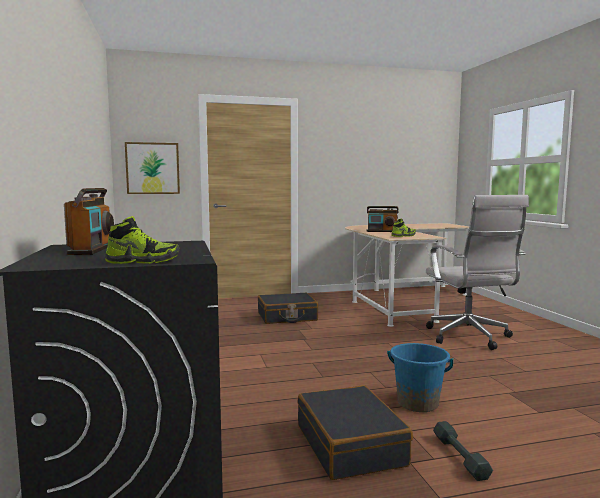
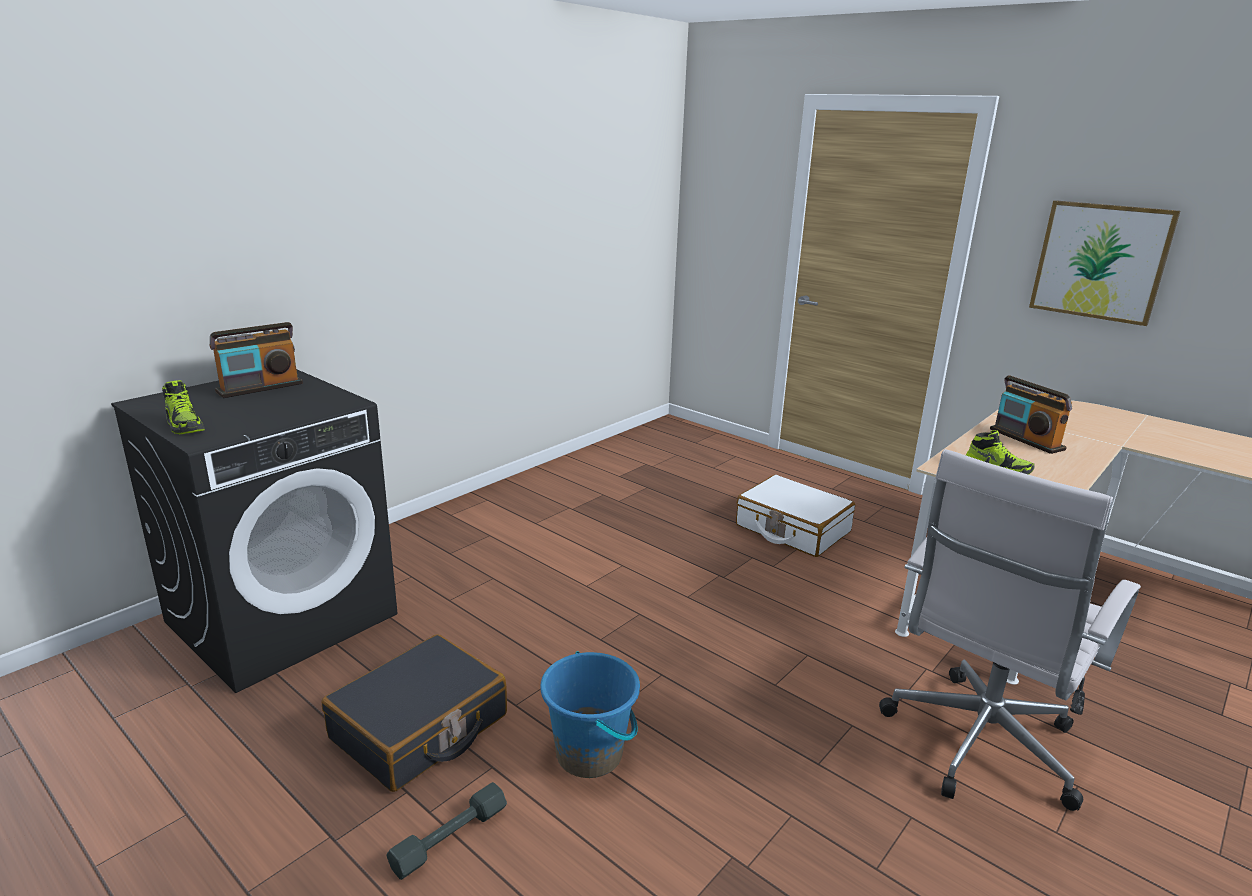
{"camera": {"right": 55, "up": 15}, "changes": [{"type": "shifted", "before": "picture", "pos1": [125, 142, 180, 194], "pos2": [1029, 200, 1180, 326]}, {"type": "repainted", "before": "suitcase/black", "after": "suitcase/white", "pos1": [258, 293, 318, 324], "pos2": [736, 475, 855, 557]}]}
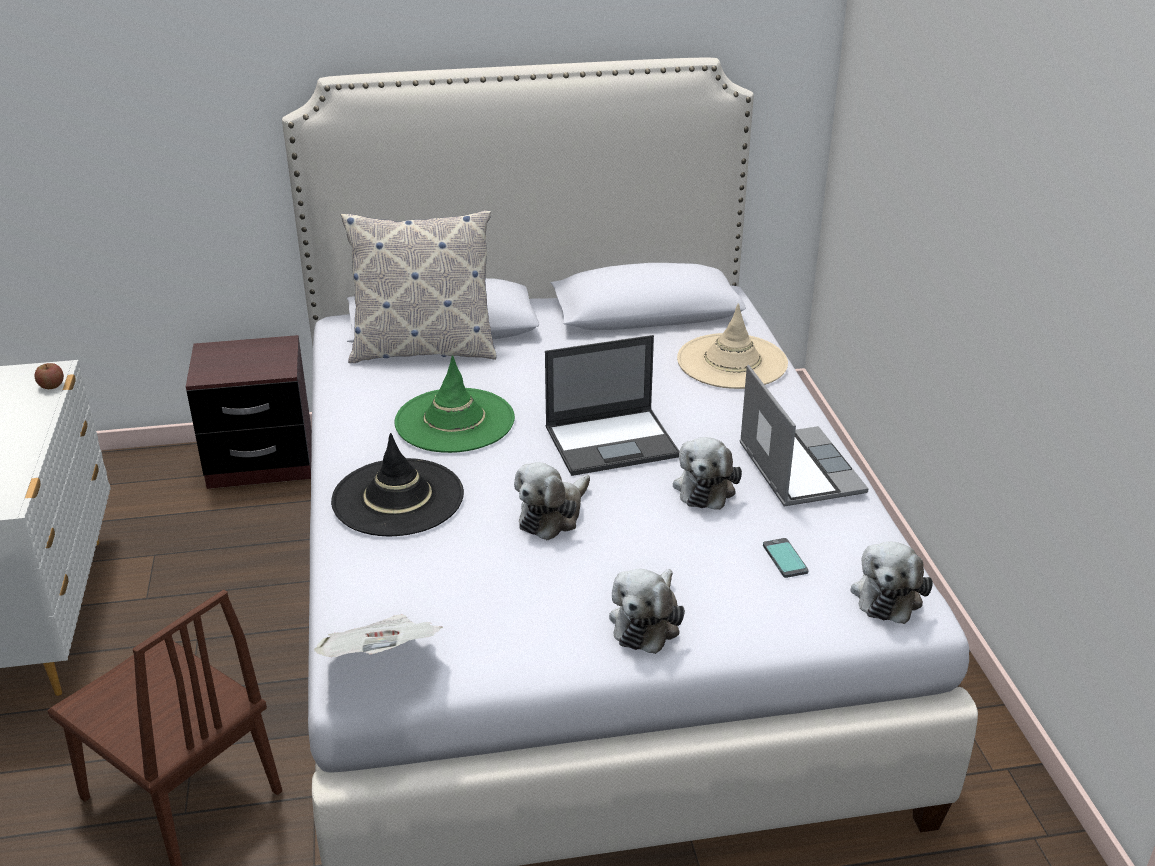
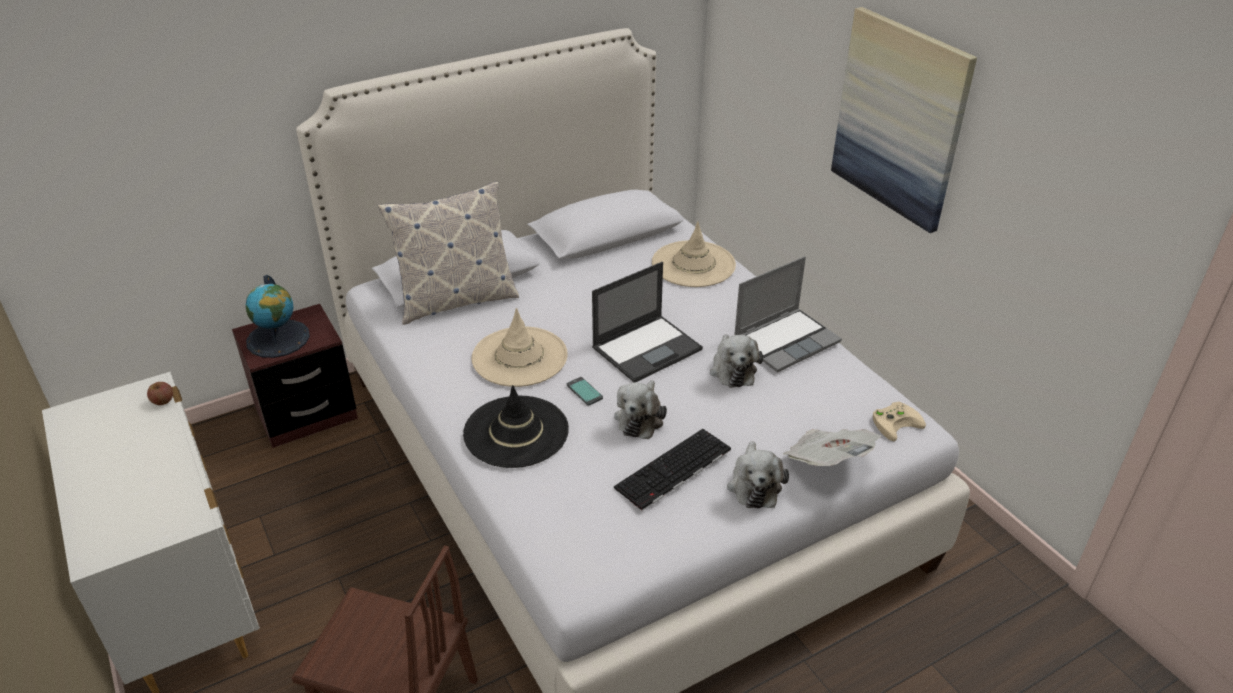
{"camera": {"right": -20, "up": 5}, "changes": [{"type": "shifted", "before": "newspaper", "pos1": [314, 614, 444, 657], "pos2": [783, 429, 881, 466]}, {"type": "repainted", "before": "hat/green", "after": "hat/beige", "pos1": [395, 355, 515, 453], "pos2": [472, 308, 568, 387]}, {"type": "rotated", "before": "laptop", "pos1": [740, 365, 869, 507], "pos2": [734, 256, 842, 373], "turn": 90}, {"type": "shifted", "before": "phone", "pos1": [763, 538, 809, 578], "pos2": [567, 377, 603, 406]}, {"type": "swapped", "before": "plush toy", "after": "game controller/beige", "pos1": [850, 541, 933, 624], "pos2": [872, 402, 926, 441]}, {"type": "new", "after": "globe", "pos2": [246, 275, 310, 358]}, {"type": "new", "after": "keyboard", "pos2": [614, 429, 731, 511]}, {"type": "new", "after": "picture", "pos2": [831, 7, 977, 233]}]}
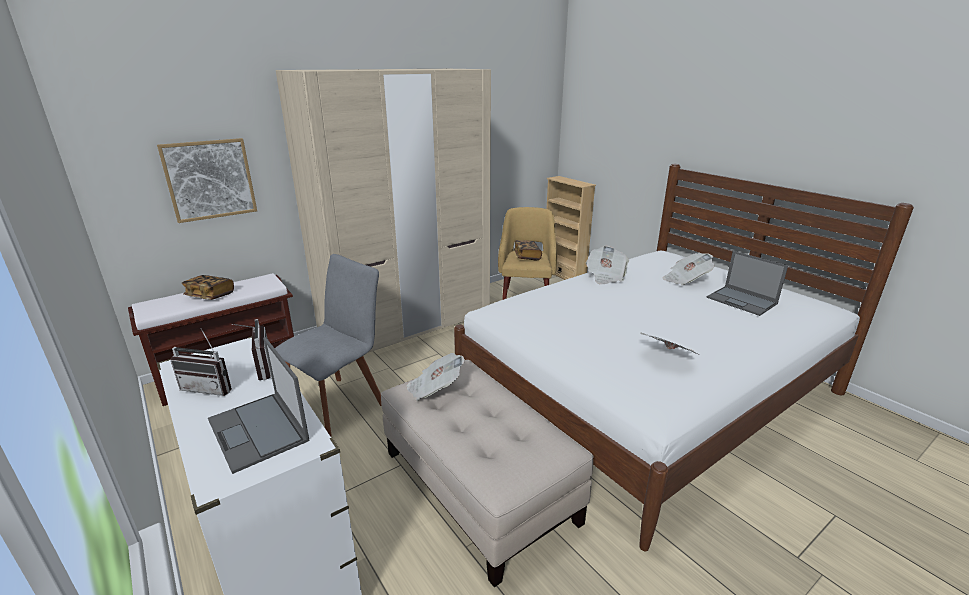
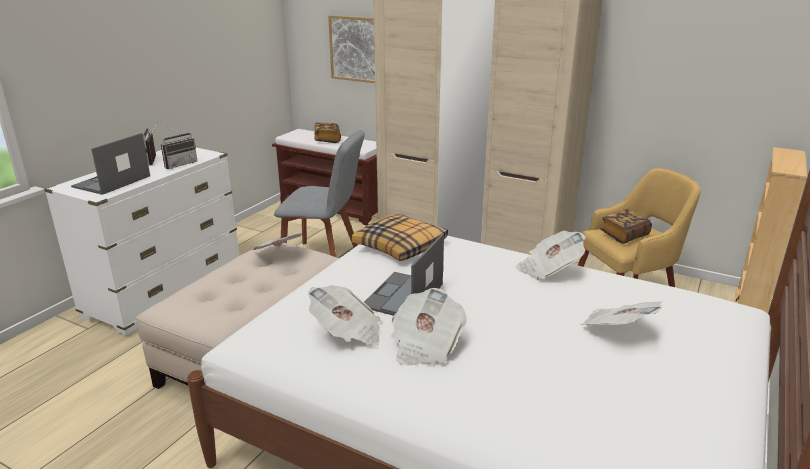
{"camera": {"right": 65, "up": 0}, "changes": [{"type": "shifted", "before": "laptop", "pos1": [707, 251, 788, 316], "pos2": [364, 233, 444, 316]}, {"type": "new", "after": "pillow", "pos2": [352, 213, 448, 261]}, {"type": "new", "after": "newspaper", "pos2": [391, 288, 467, 366]}]}
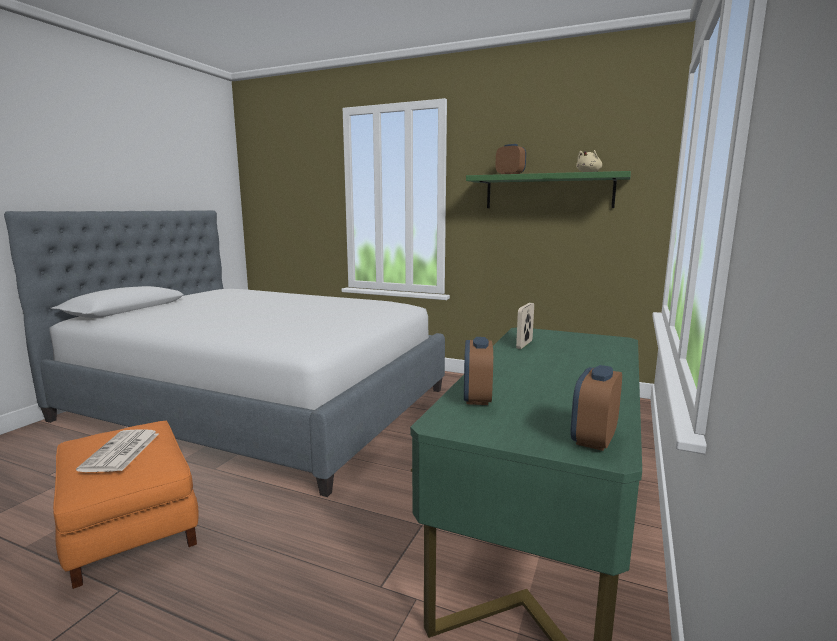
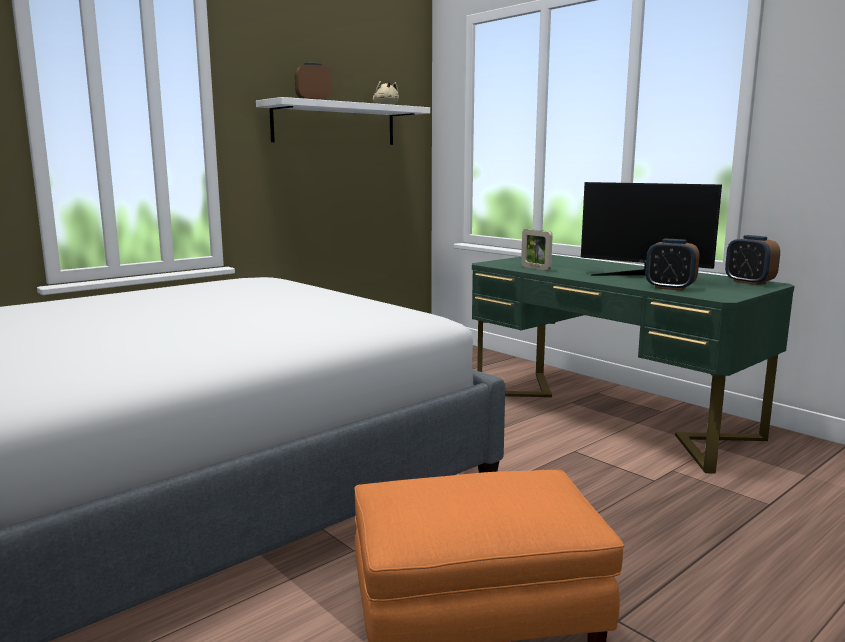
{"camera": {"right": -65, "up": 0}, "changes": [{"type": "gone", "before": "newspaper", "pos1": [76, 429, 159, 472]}, {"type": "repainted", "before": "shelf/green", "after": "shelf/white", "pos1": [466, 171, 631, 208], "pos2": [256, 97, 430, 145]}, {"type": "new", "after": "monitor", "pos2": [581, 182, 722, 276]}]}
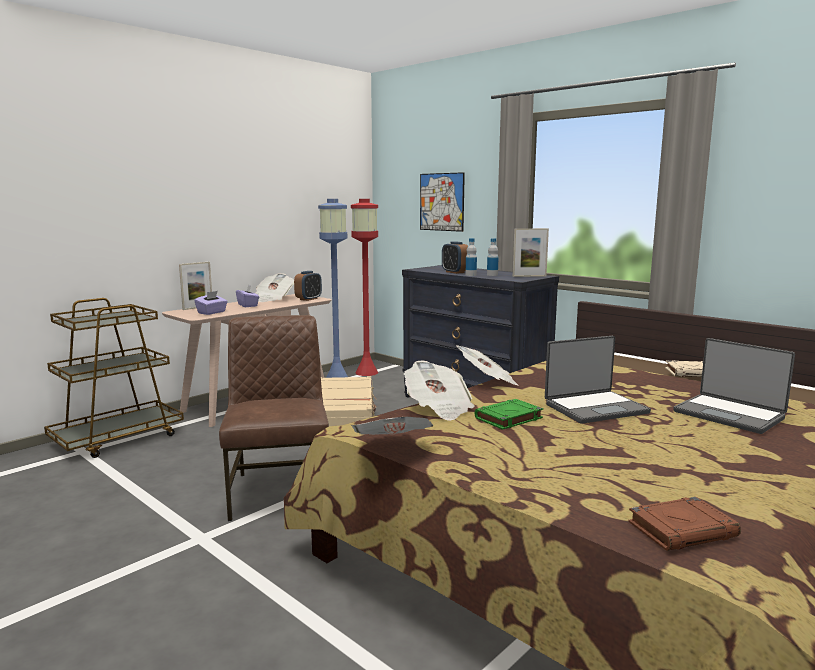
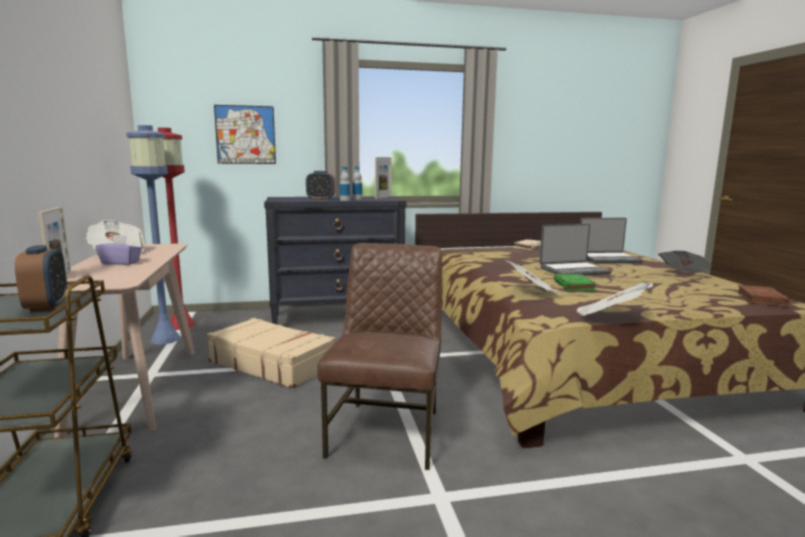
{"camera": {"right": -55, "up": 0}, "changes": [{"type": "gone", "before": "tissue box/purple", "pos1": [194, 291, 228, 315]}, {"type": "rotated", "before": "chair/brown", "pos1": [219, 315, 329, 521], "pos2": [317, 243, 442, 470], "turn": 75}, {"type": "shifted", "before": "alarm clock", "pos1": [294, 271, 322, 301], "pos2": [15, 245, 67, 312]}, {"type": "shifted", "before": "newspaper", "pos1": [456, 345, 518, 385], "pos2": [658, 251, 712, 272]}, {"type": "rotated", "before": "laptop", "pos1": [545, 336, 651, 424], "pos2": [540, 224, 611, 276], "turn": 60}]}
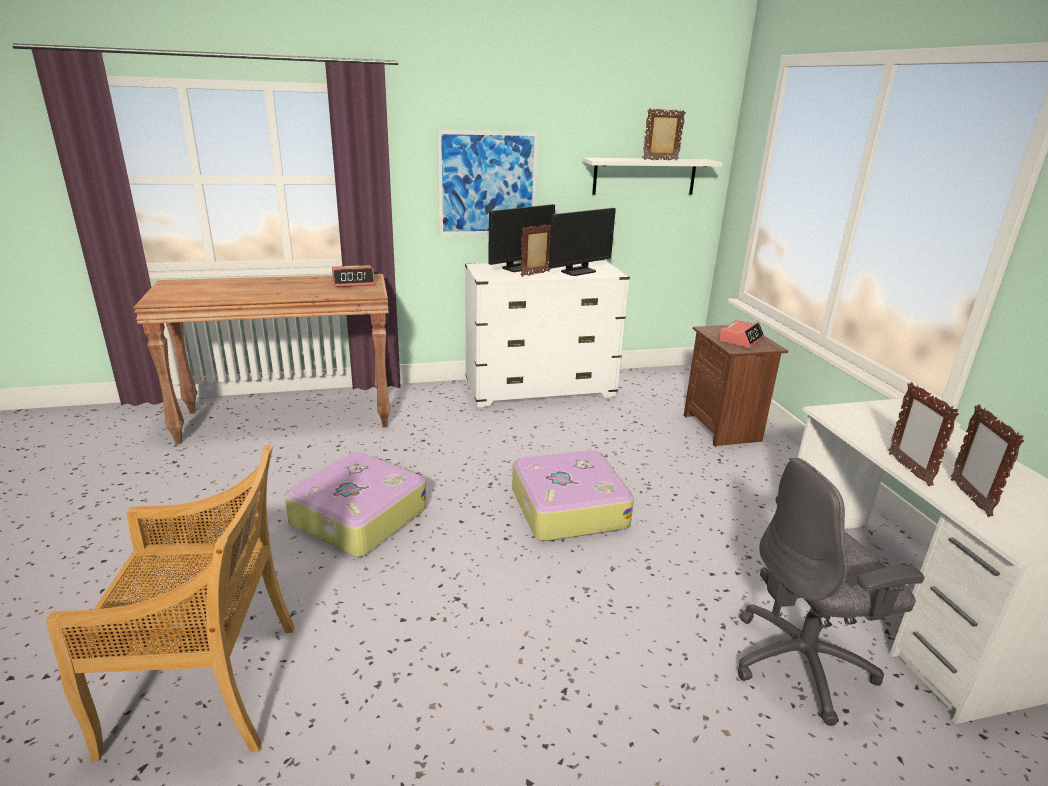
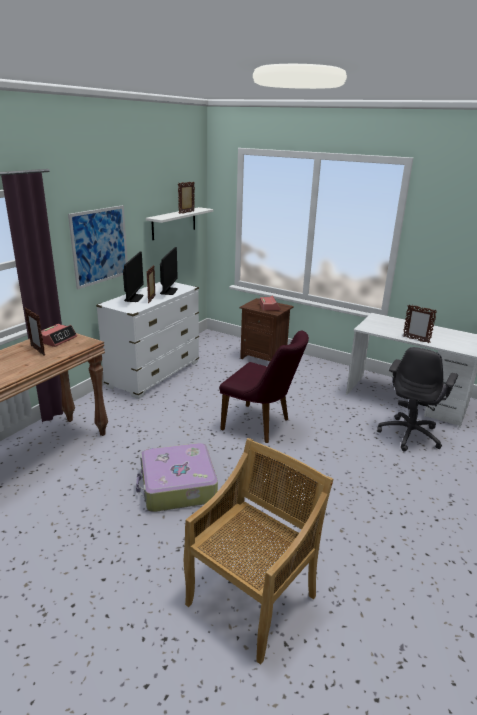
{"camera": {"right": -45, "up": 0}, "changes": [{"type": "swapped", "before": "suitcase", "after": "chair/purple", "pos1": [512, 450, 634, 541], "pos2": [219, 331, 309, 443]}, {"type": "shifted", "before": "picture frame", "pos1": [951, 404, 1024, 517], "pos2": [24, 307, 45, 356]}]}
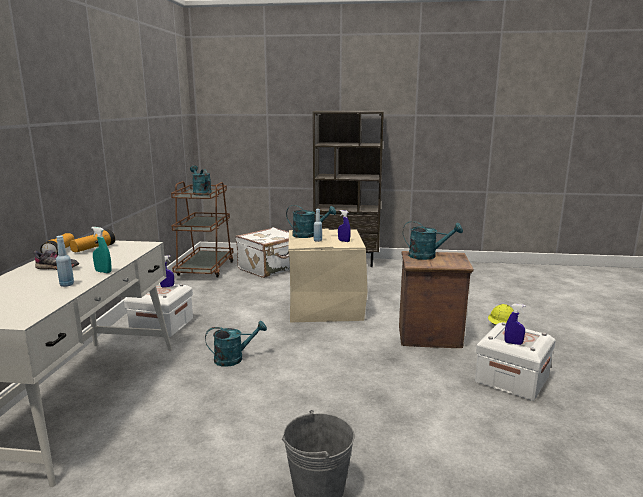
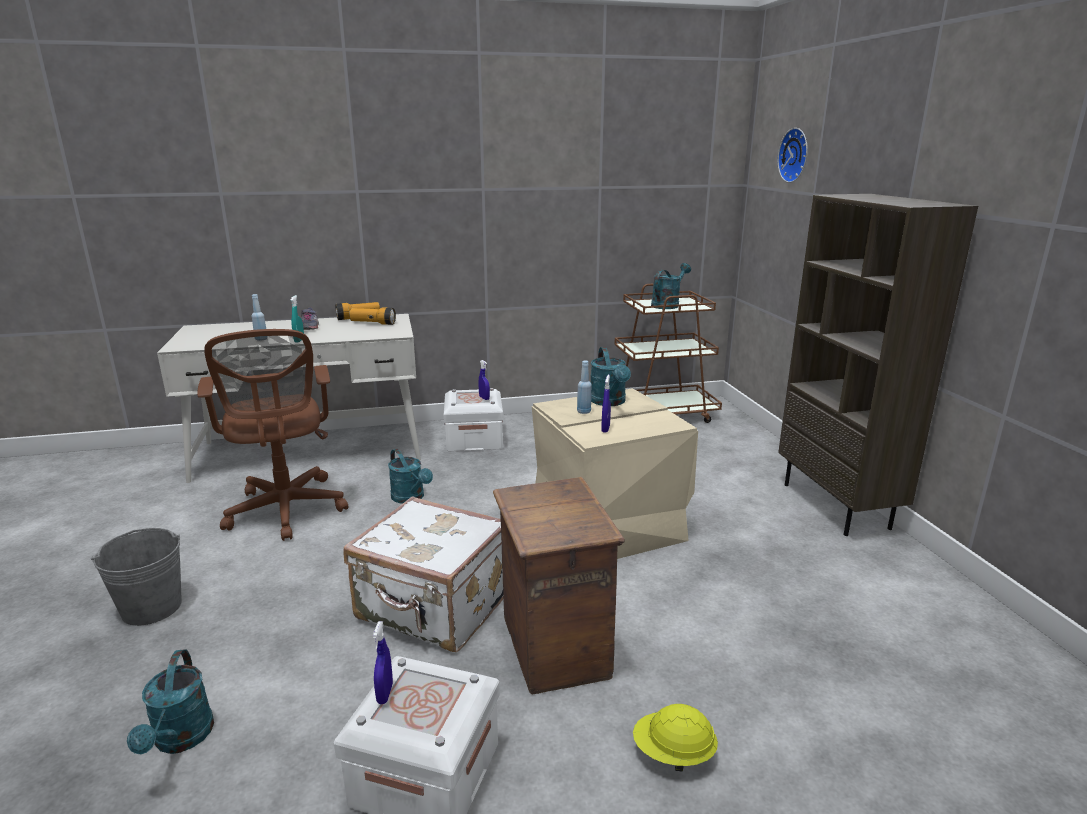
{"camera": {"right": 70, "up": 5}, "changes": [{"type": "shifted", "before": "suitcase/white", "pos1": [236, 227, 290, 278], "pos2": [343, 496, 503, 652]}, {"type": "shifted", "before": "watering can/turquoise", "pos1": [403, 221, 463, 260], "pos2": [127, 649, 214, 754]}, {"type": "new", "after": "office chair/brown", "pos2": [197, 329, 348, 541]}, {"type": "new", "after": "wall clock", "pos2": [778, 128, 808, 183]}]}
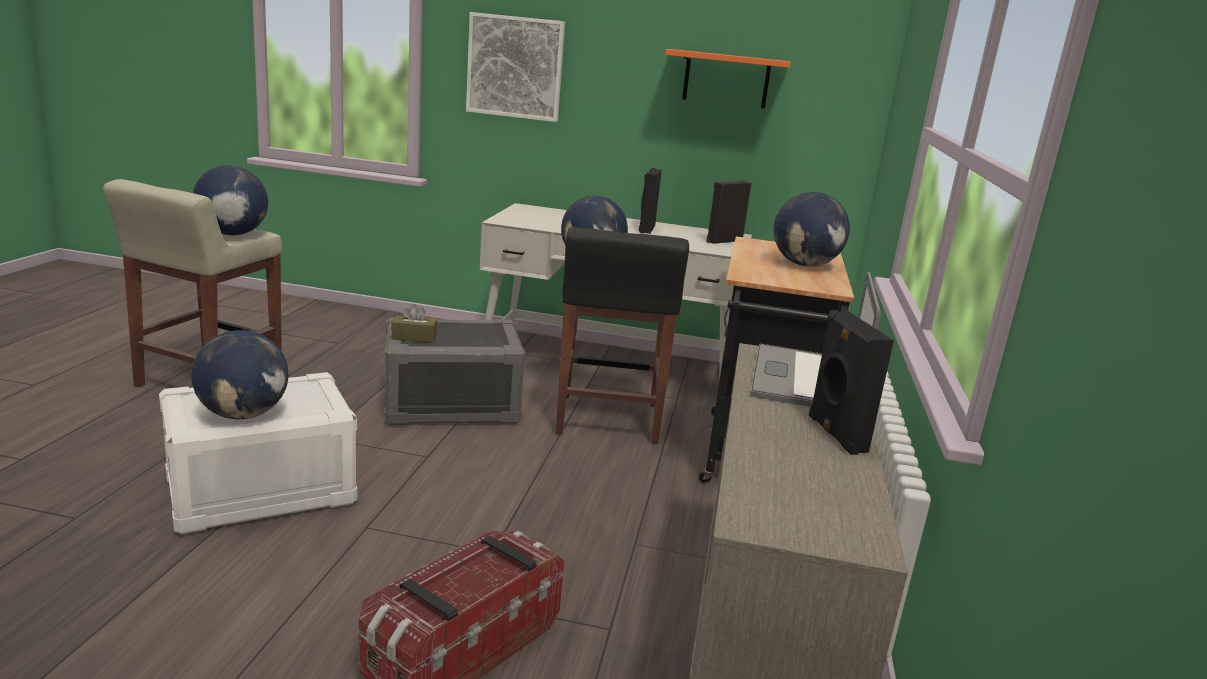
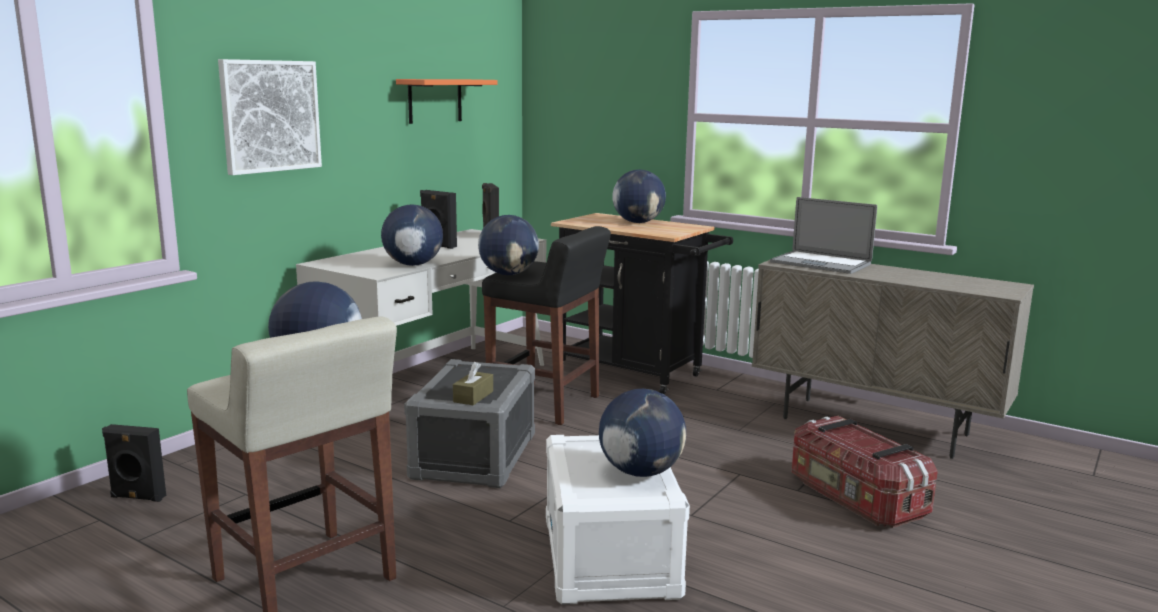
{"camera": {"right": -65, "up": -5}, "changes": [{"type": "shifted", "before": "speaker/black", "pos1": [809, 310, 894, 455], "pos2": [102, 424, 166, 502]}, {"type": "new", "after": "globe", "pos2": [381, 204, 443, 266]}]}
